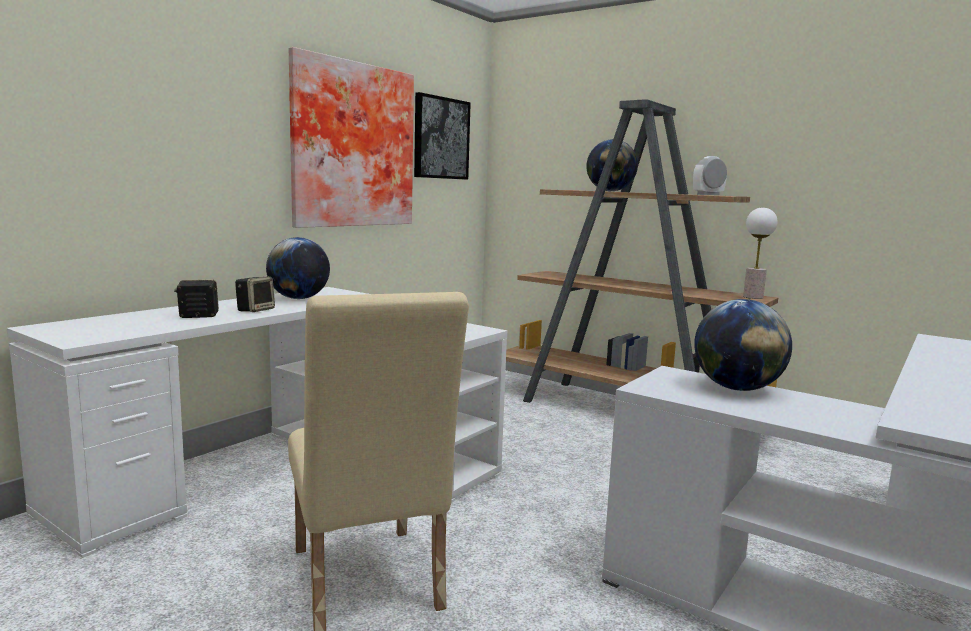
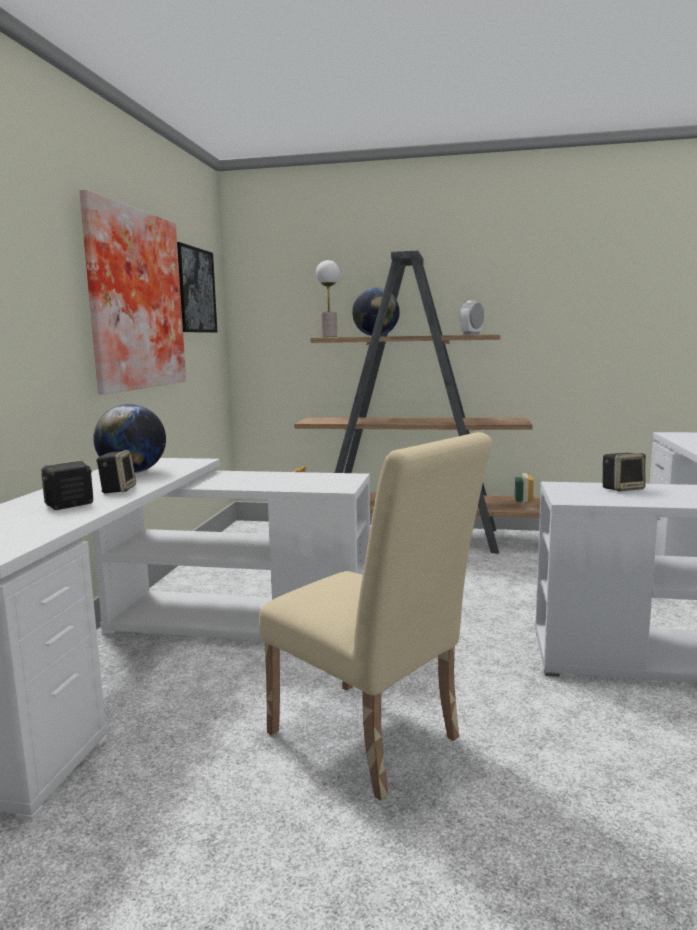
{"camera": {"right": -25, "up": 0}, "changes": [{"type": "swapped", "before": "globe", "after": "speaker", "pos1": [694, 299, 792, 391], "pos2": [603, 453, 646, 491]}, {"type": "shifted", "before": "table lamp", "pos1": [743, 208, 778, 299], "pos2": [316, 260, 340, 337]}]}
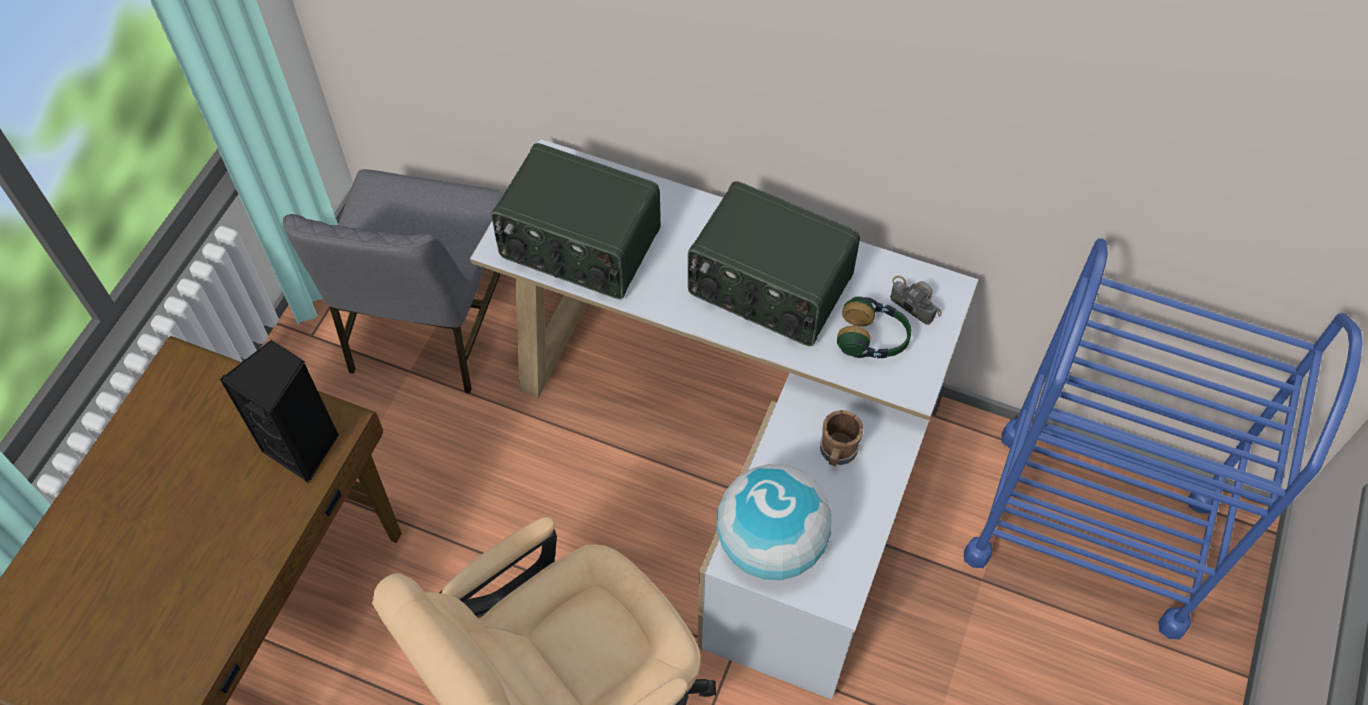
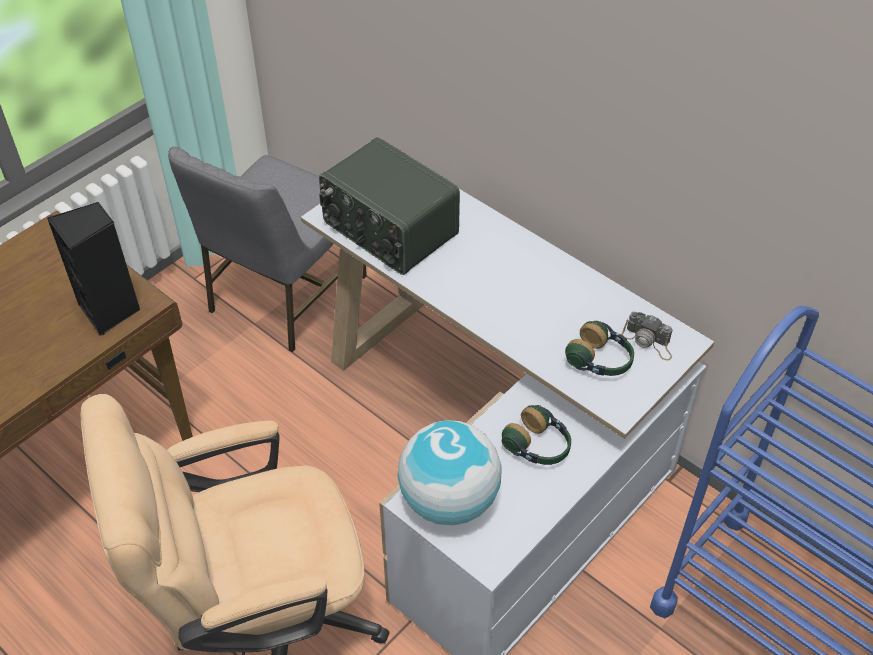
{"camera": {"right": 20, "up": -10}, "changes": [{"type": "gone", "before": "radio", "pos1": [688, 181, 860, 346]}, {"type": "swapped", "before": "mug/brown", "after": "headphones", "pos1": [820, 410, 864, 466], "pos2": [502, 405, 571, 465]}, {"type": "rotated", "before": "photo camera", "pos1": [890, 276, 942, 325], "pos2": [621, 312, 673, 361], "turn": 150}]}
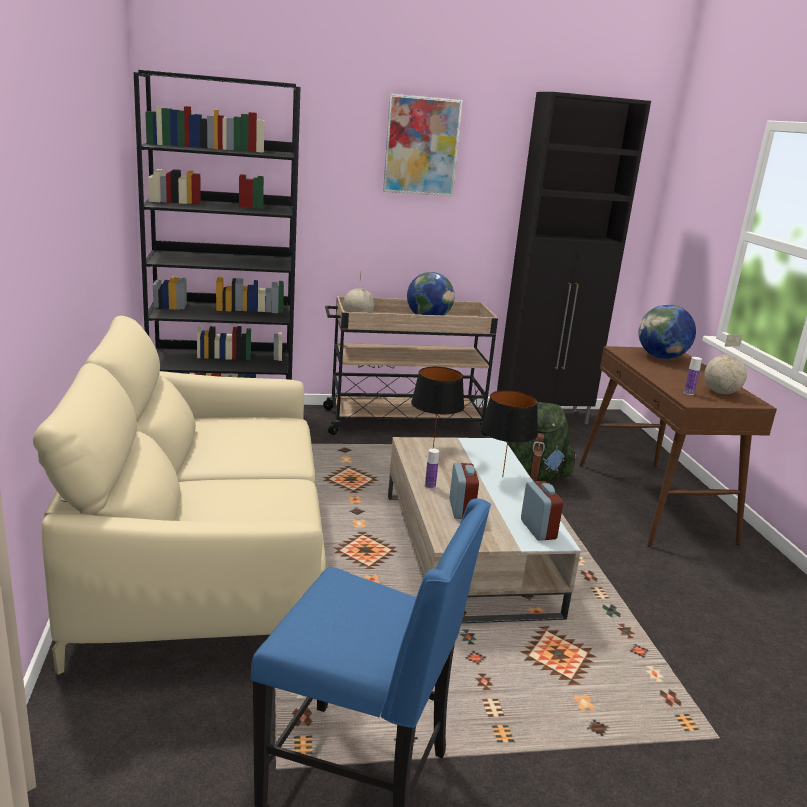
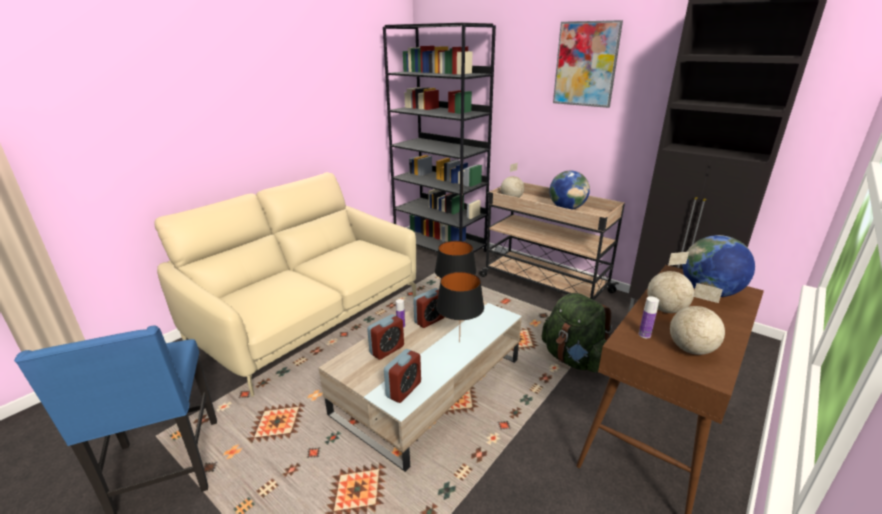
{"camera": {"right": 50, "up": 5}, "changes": [{"type": "new", "after": "alarm clock", "pos2": [413, 288, 445, 328]}, {"type": "new", "after": "globe", "pos2": [647, 252, 694, 313]}]}
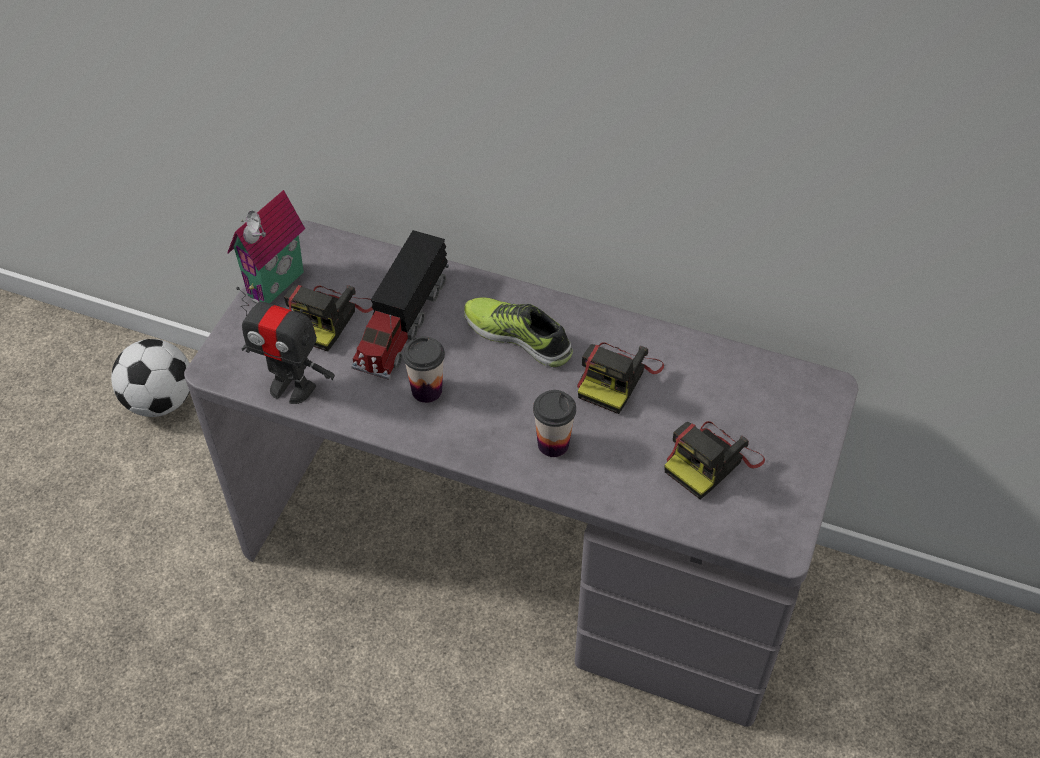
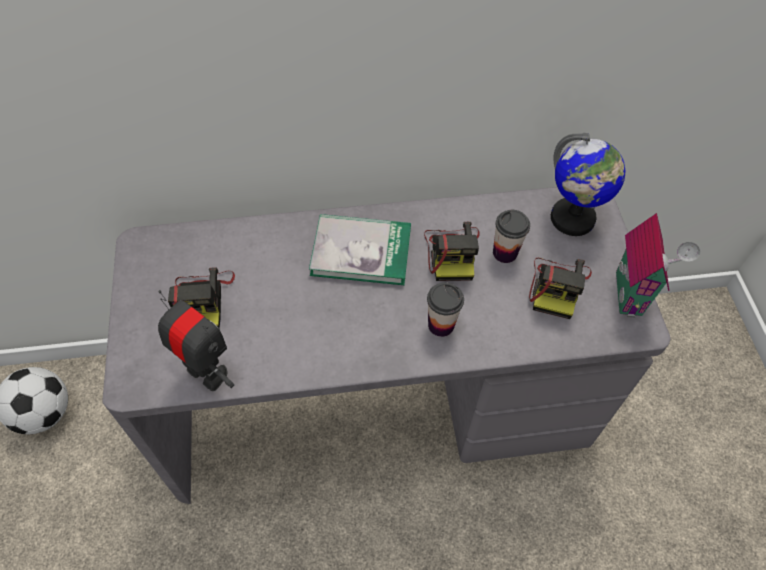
{"camera": {"right": -30, "up": 5}, "changes": [{"type": "shifted", "before": "toy house", "pos1": [227, 190, 305, 304], "pos2": [616, 213, 701, 318]}, {"type": "rotated", "before": "toy robot", "pos1": [236, 287, 335, 404], "pos2": [158, 290, 234, 391], "turn": -135}, {"type": "gone", "before": "toy truck", "pos1": [351, 230, 449, 380]}, {"type": "shifted", "before": "cup", "pos1": [403, 336, 445, 403], "pos2": [493, 210, 530, 263]}, {"type": "swapped", "before": "shoe", "after": "book", "pos1": [464, 297, 573, 368], "pos2": [309, 214, 411, 285]}, {"type": "new", "after": "globe", "pos2": [551, 133, 626, 236]}]}
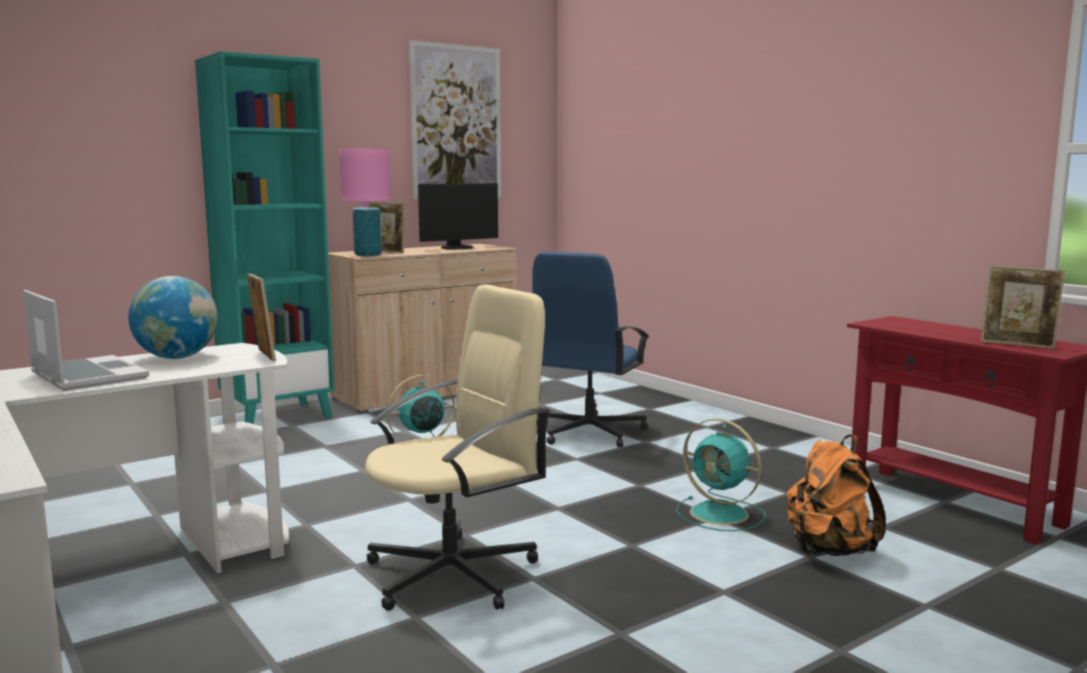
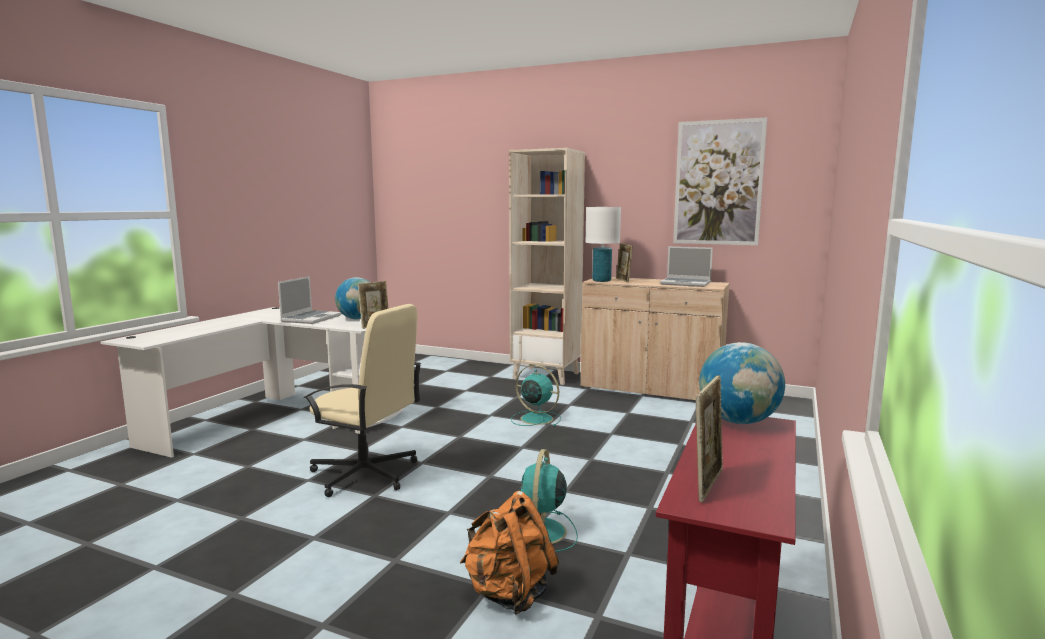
{"camera": {"right": 60, "up": 0}, "changes": [{"type": "repainted", "before": "bookcase/turquoise", "after": "bookcase/beige", "pos1": [195, 51, 334, 424], "pos2": [509, 148, 585, 385]}, {"type": "repainted", "before": "table lamp/pink", "after": "table lamp/white", "pos1": [339, 149, 391, 256], "pos2": [586, 207, 621, 282]}, {"type": "swapped", "before": "monitor", "after": "laptop", "pos1": [418, 183, 498, 249], "pos2": [660, 246, 713, 287]}, {"type": "gone", "before": "office chair/blue", "pos1": [532, 252, 649, 448]}, {"type": "rotated", "before": "picture frame", "pos1": [981, 265, 1065, 349], "pos2": [696, 375, 723, 503], "turn": -150}, {"type": "new", "after": "globe", "pos2": [699, 342, 785, 424]}]}
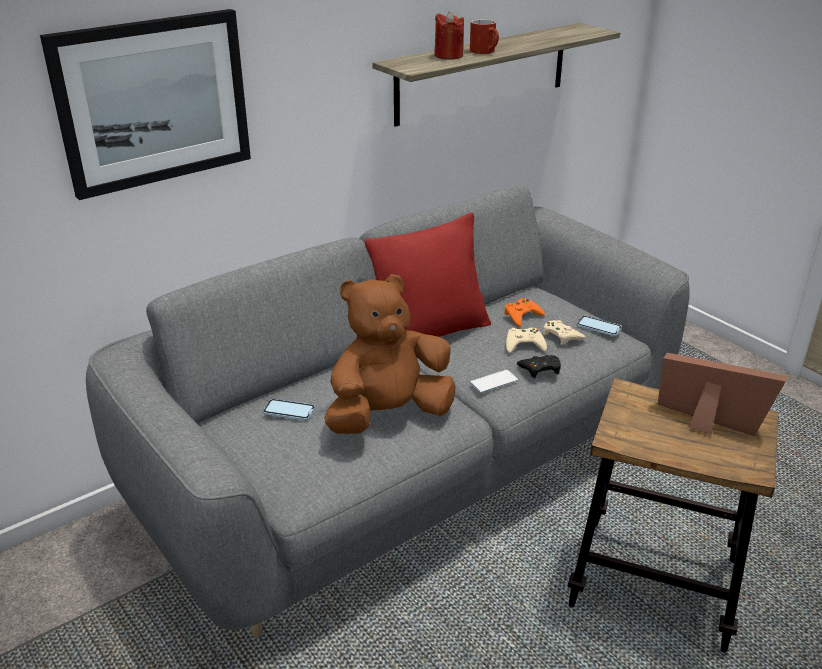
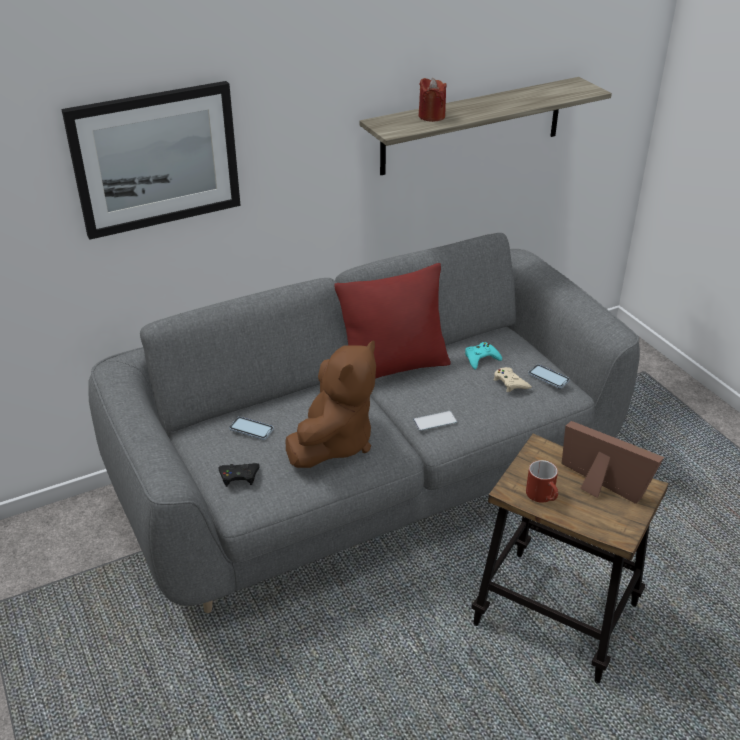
{"camera": {"right": 10, "up": 5}, "changes": [{"type": "rotated", "before": "plush toy/brown", "pos1": [324, 274, 456, 434], "pos2": [286, 341, 376, 468], "turn": 135}, {"type": "shifted", "before": "mug/red", "pos1": [470, 19, 499, 54], "pos2": [526, 460, 558, 503]}, {"type": "repainted", "before": "game controller/orange", "after": "game controller/turquoise", "pos1": [504, 298, 545, 327], "pos2": [465, 342, 502, 370]}, {"type": "gone", "before": "game controller/beige", "pos1": [506, 328, 547, 353]}, {"type": "shifted", "before": "game controller/black", "pos1": [517, 355, 561, 378], "pos2": [218, 463, 260, 487]}]}
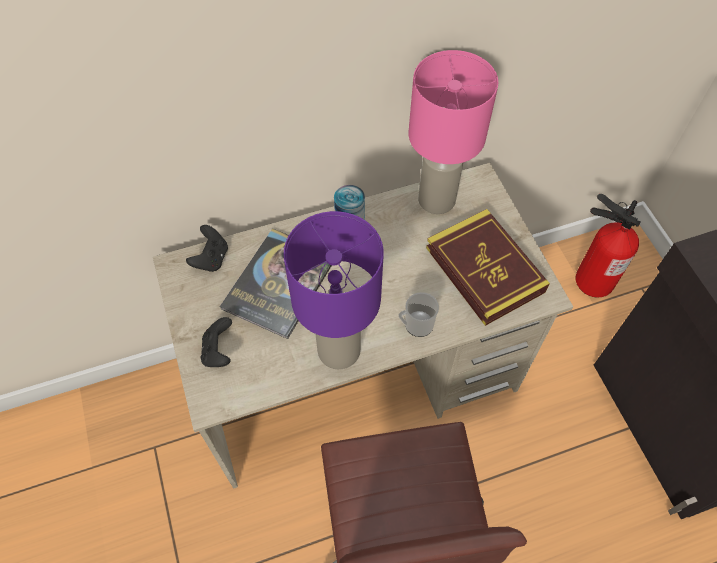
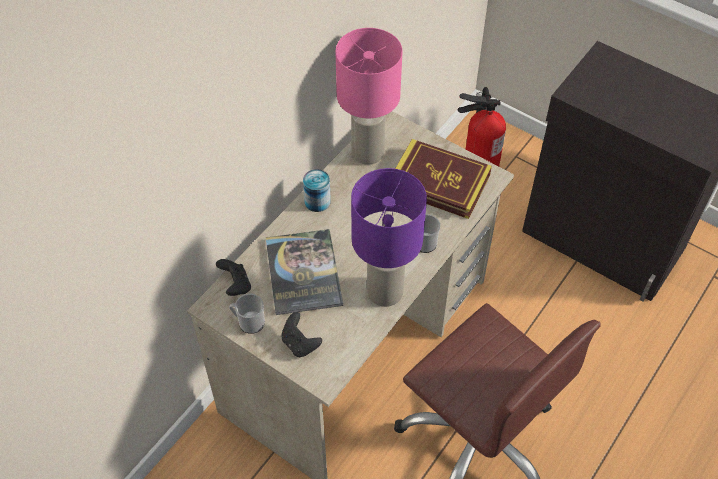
{"camera": {"right": -35, "up": -5}, "changes": [{"type": "new", "after": "mug", "pos2": [229, 294, 265, 334]}]}
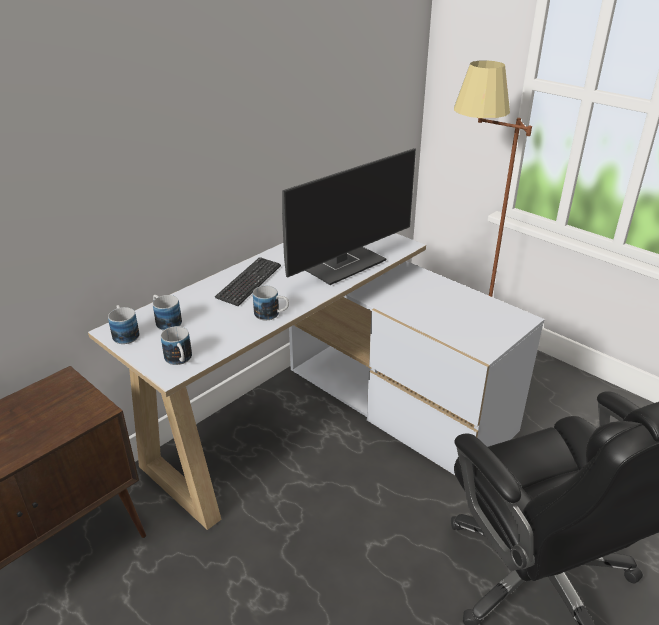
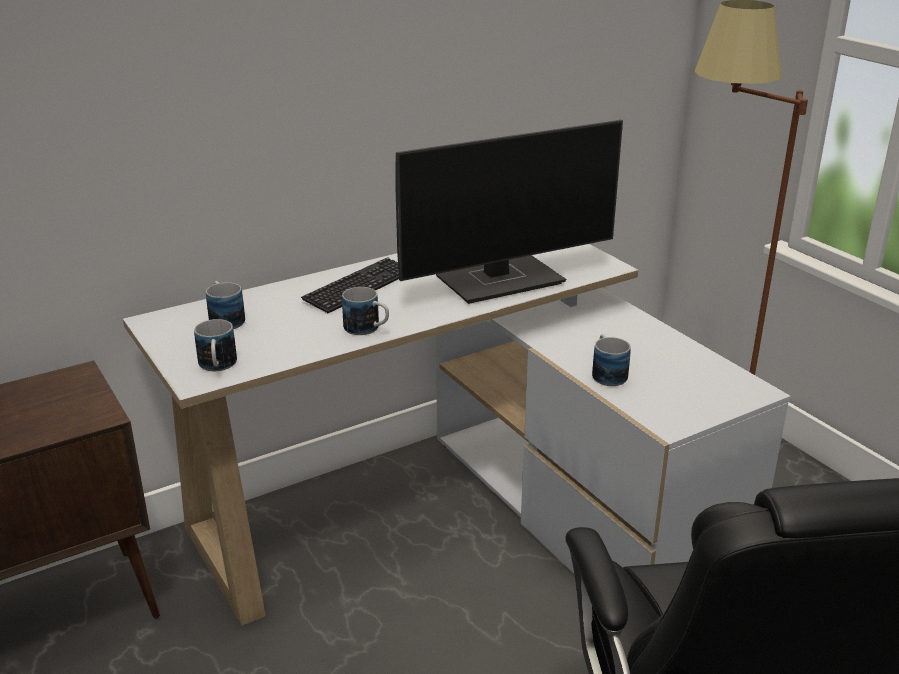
{"camera": {"right": 15, "up": -5}, "changes": [{"type": "shifted", "before": "mug", "pos1": [108, 305, 140, 344], "pos2": [592, 334, 631, 386]}]}
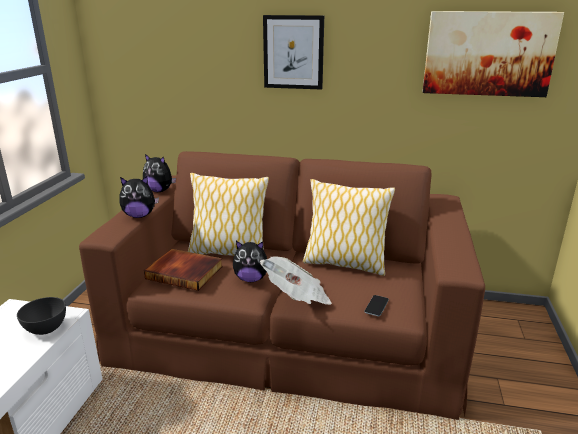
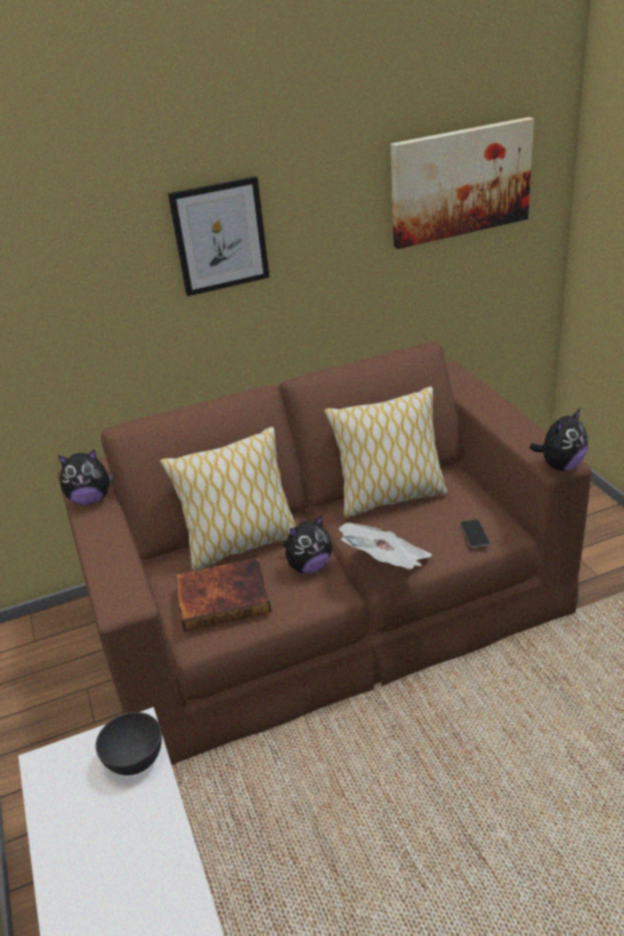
{"camera": {"right": -30, "up": 10}, "changes": [{"type": "shifted", "before": "plush toy", "pos1": [119, 176, 159, 218], "pos2": [529, 408, 588, 471]}]}
